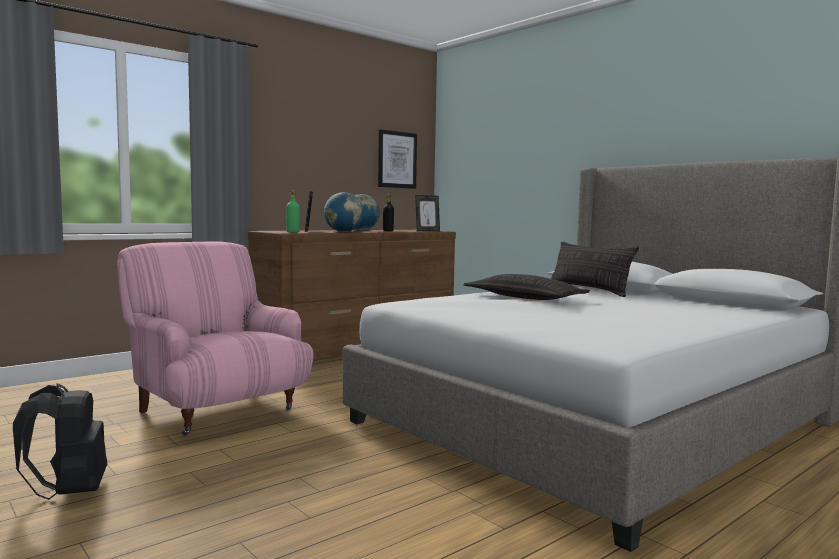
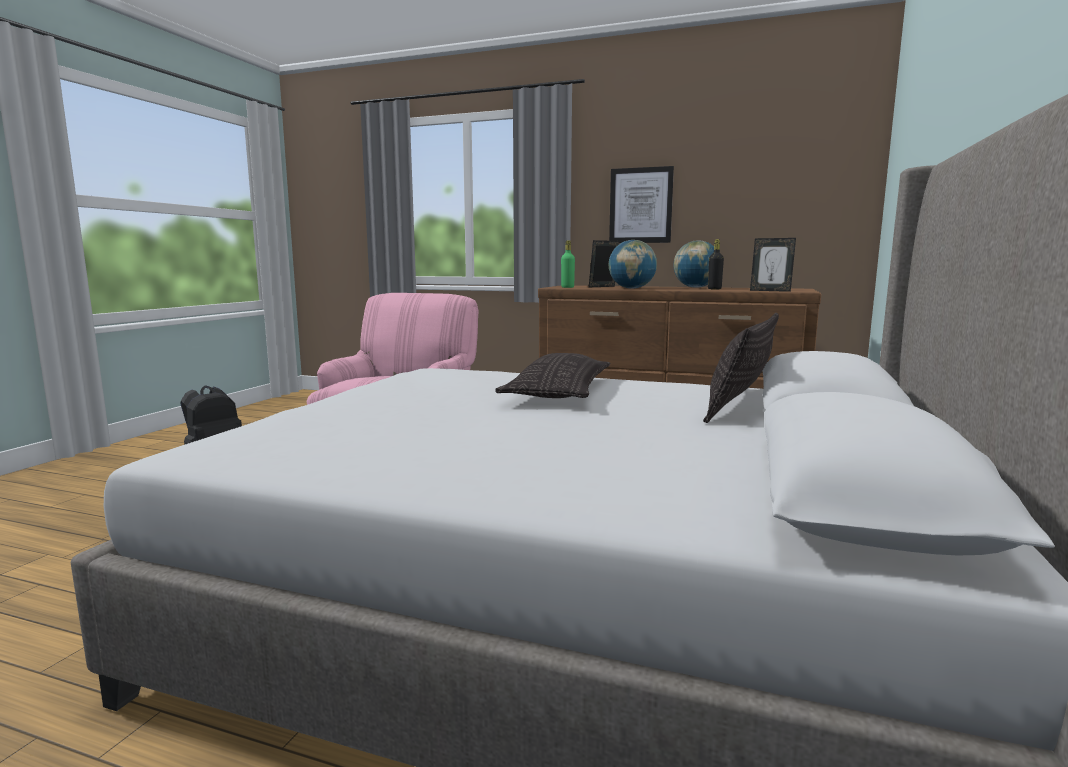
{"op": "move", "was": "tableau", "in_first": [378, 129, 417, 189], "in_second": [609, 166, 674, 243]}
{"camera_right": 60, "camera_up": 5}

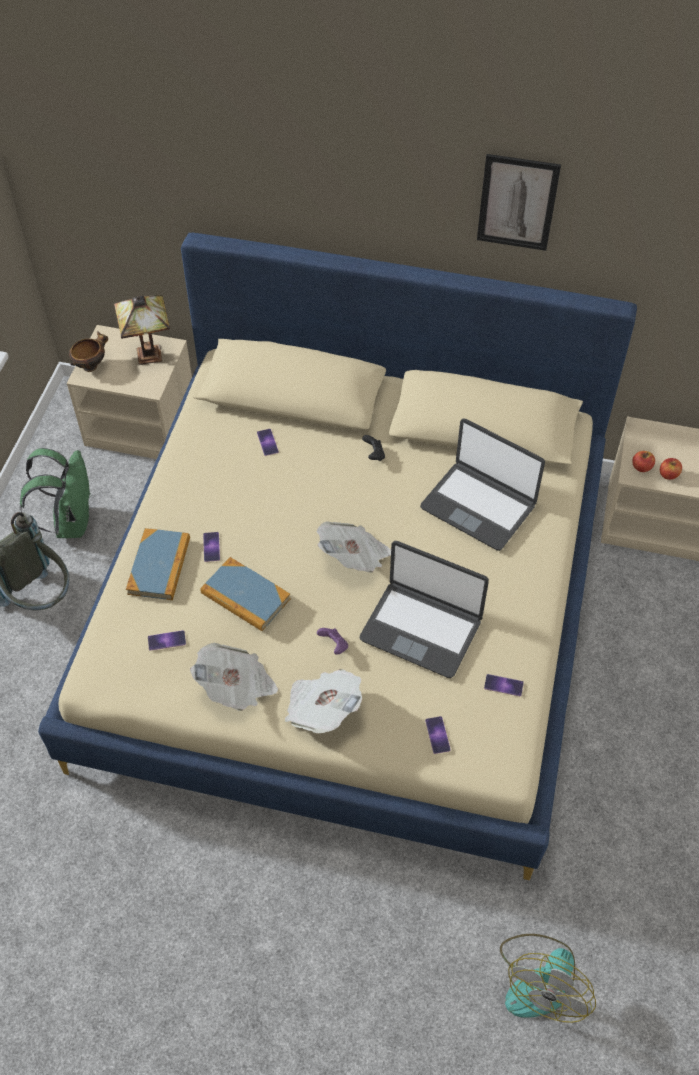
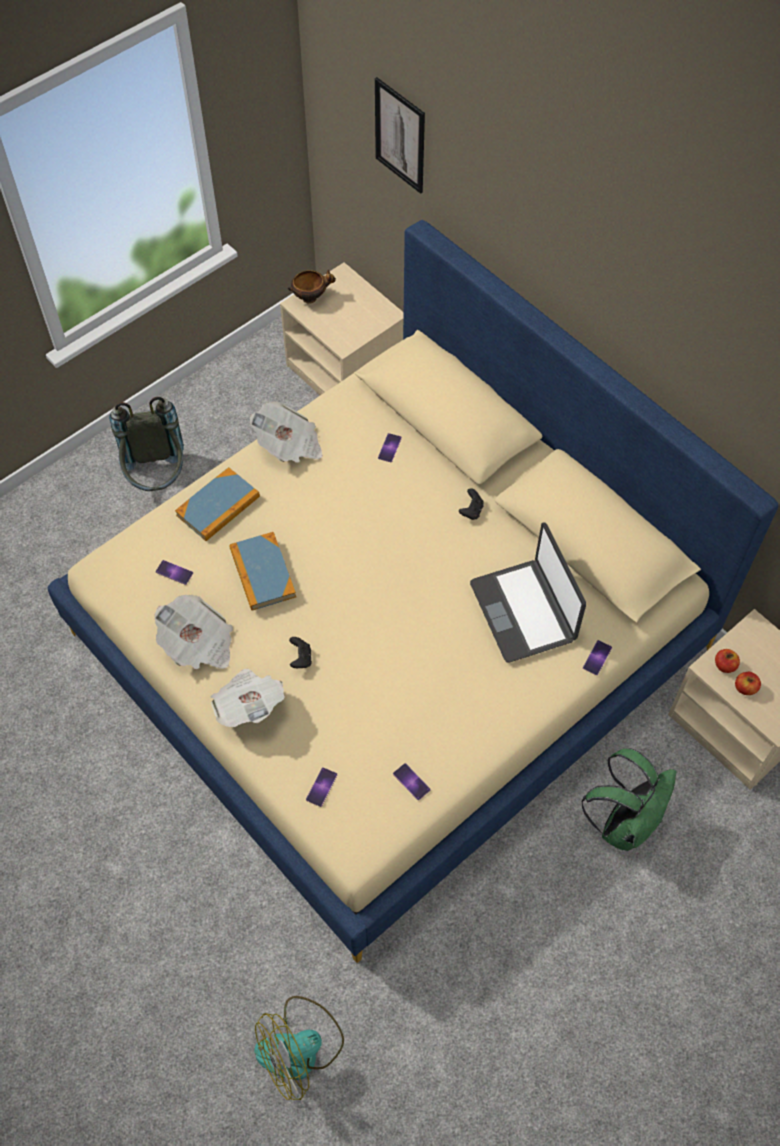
{"op": "move", "was": "sac à dos/vert", "in_first": [20, 448, 91, 538], "in_second": [581, 748, 676, 851]}
{"op": "delete", "was": "lampe de table", "in_first": [114, 295, 170, 365]}
{"op": "move", "was": "téléphone", "in_first": [203, 532, 220, 562], "in_second": [583, 640, 612, 675]}
{"op": "move", "was": "journal", "in_first": [317, 521, 391, 573], "in_second": [250, 402, 323, 463]}
{"op": "recolor", "was": "manette/violet", "now": "manette/noir", "in_first": [317, 628, 348, 655], "in_second": [289, 637, 312, 668]}
{"op": "delete", "was": "ordinateur portable", "in_first": [360, 541, 489, 678]}
{"op": "move", "was": "tableau", "in_first": [477, 154, 561, 251], "in_second": [375, 77, 425, 194]}
{"camera_right": 35, "camera_up": 5}

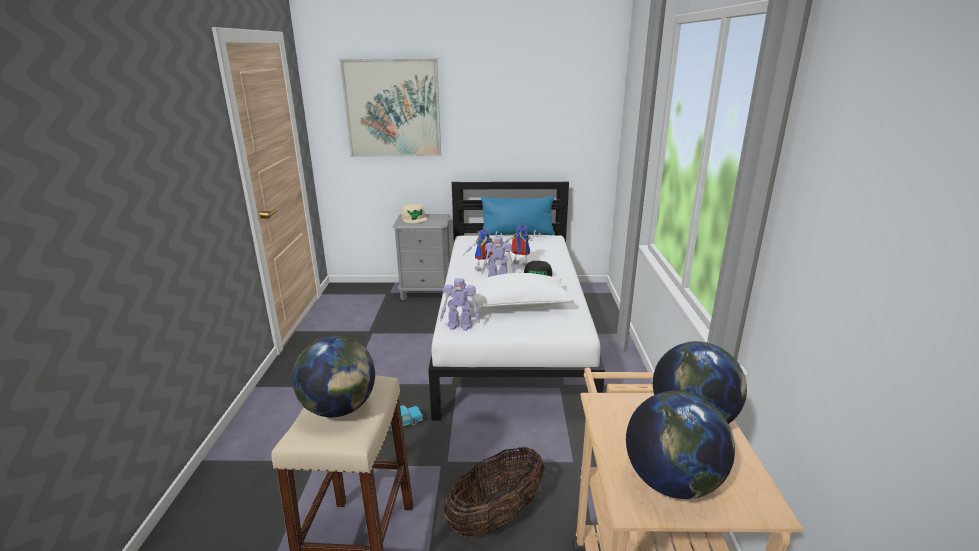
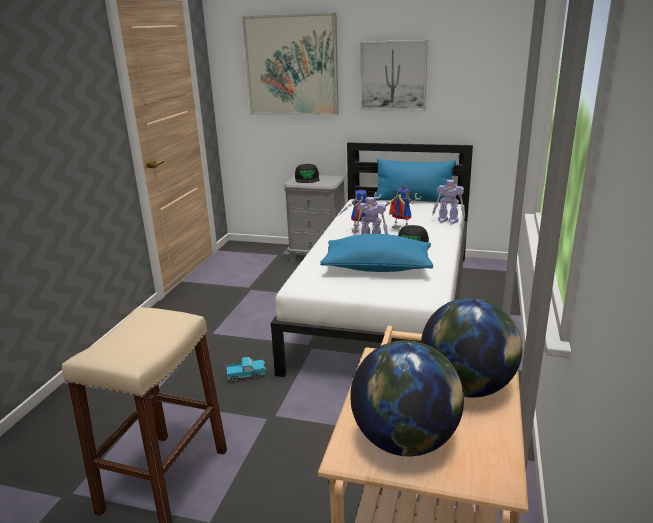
{"op": "delete", "was": "globe", "in_first": [292, 336, 375, 417]}
{"op": "recolor", "was": "casquette/beige", "now": "casquette/noir", "in_first": [401, 204, 427, 223], "in_second": [295, 164, 320, 183]}
{"op": "move", "was": "robot jouet", "in_first": [440, 278, 480, 331], "in_second": [432, 180, 465, 224]}
{"op": "delete", "was": "panier", "in_first": [444, 447, 545, 537]}
{"op": "recolor", "was": "coussin/blanc", "now": "coussin/bleu", "in_first": [466, 273, 574, 310], "in_second": [320, 234, 433, 272]}
{"op": "insert", "now": "tableau", "in_second": [360, 40, 428, 111]}
{"camera_right": 15, "camera_up": 0}

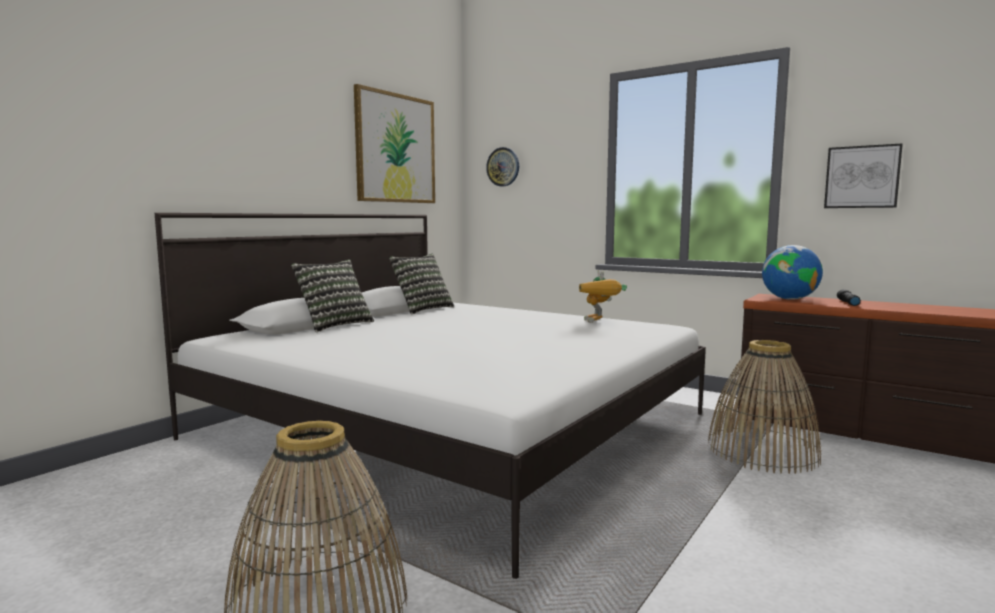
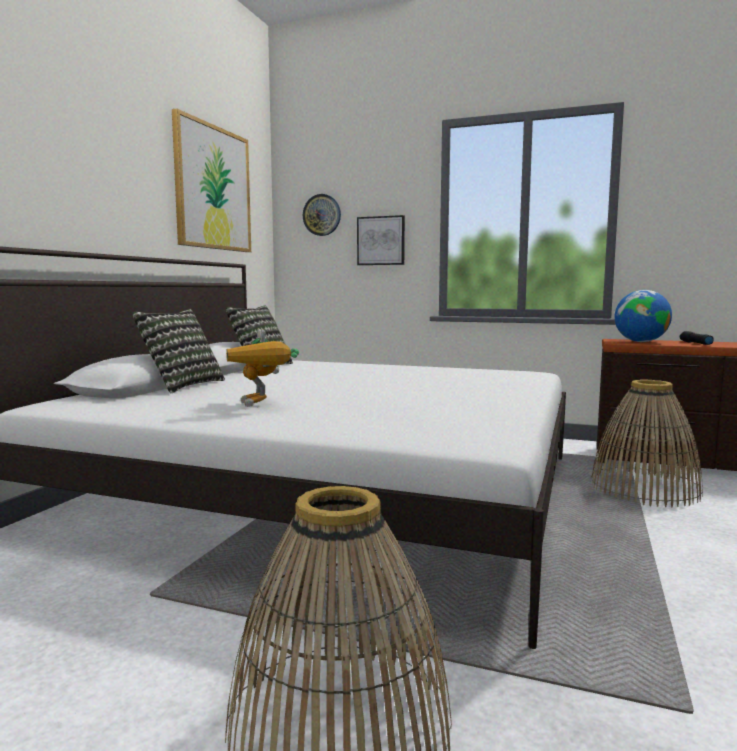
{"op": "move", "was": "robot jouet", "in_first": [579, 270, 627, 323], "in_second": [226, 329, 299, 407]}
{"op": "move", "was": "tableau", "in_first": [824, 143, 903, 208], "in_second": [357, 215, 405, 265]}
{"camera_right": -15, "camera_up": 0}

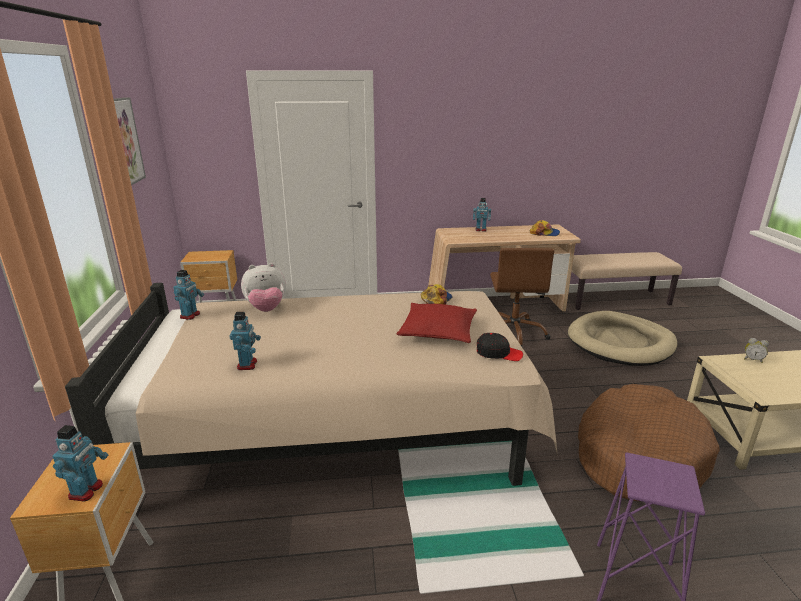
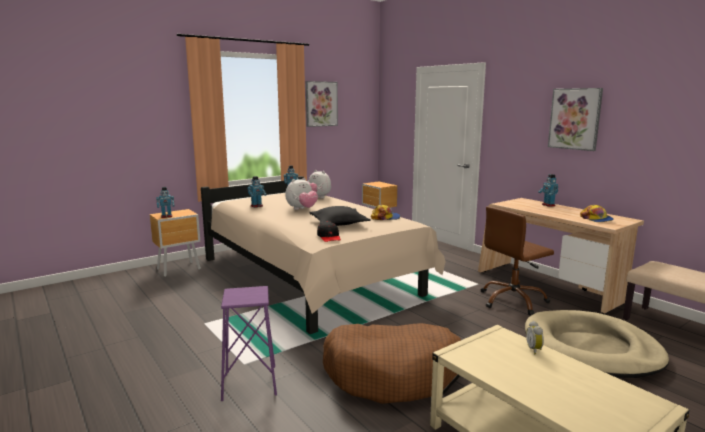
{"op": "recolor", "was": "coussin/rouge", "now": "coussin/noir", "in_first": [396, 303, 477, 343], "in_second": [309, 206, 371, 226]}
{"op": "insert", "now": "peluche", "in_second": [285, 178, 318, 210]}
{"op": "insert", "now": "tableau", "in_second": [548, 88, 603, 151]}
{"camera_right": 60, "camera_up": -10}

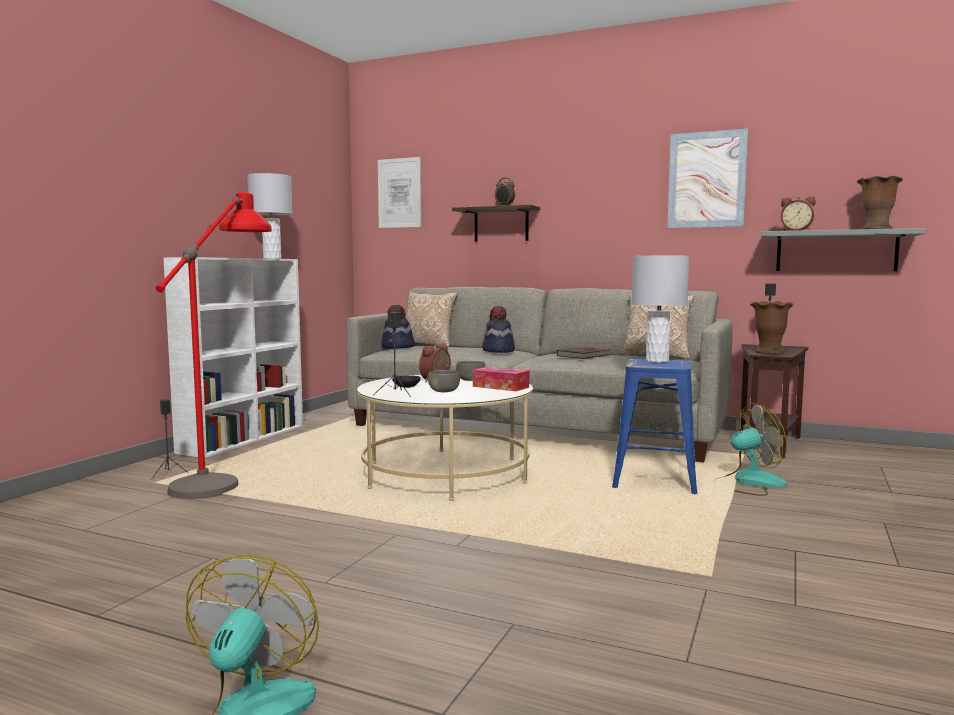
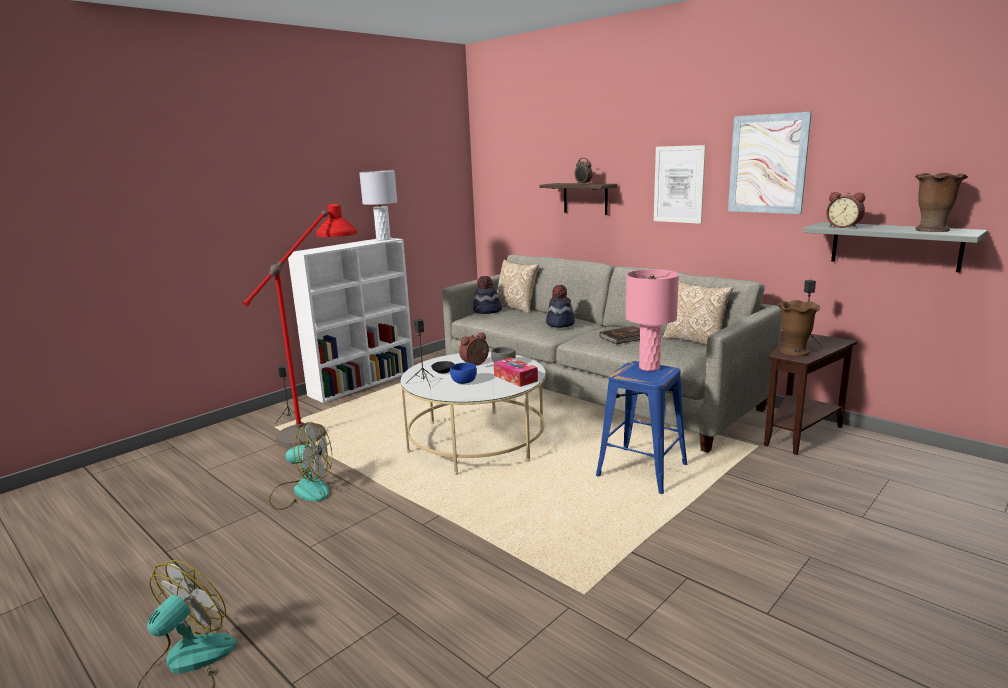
{"op": "move", "was": "tableau", "in_first": [378, 157, 421, 228], "in_second": [654, 145, 706, 224]}
{"op": "recolor", "was": "bol/gris", "now": "bol/bleu", "in_first": [428, 370, 460, 392], "in_second": [450, 363, 477, 384]}
{"op": "recolor", "was": "lampe de table/gris", "now": "lampe de table/rose", "in_first": [632, 256, 689, 363], "in_second": [626, 269, 679, 371]}
{"op": "move", "was": "ventilateur", "in_first": [715, 403, 787, 496], "in_second": [269, 422, 332, 510]}
{"camera_right": 20, "camera_up": 10}

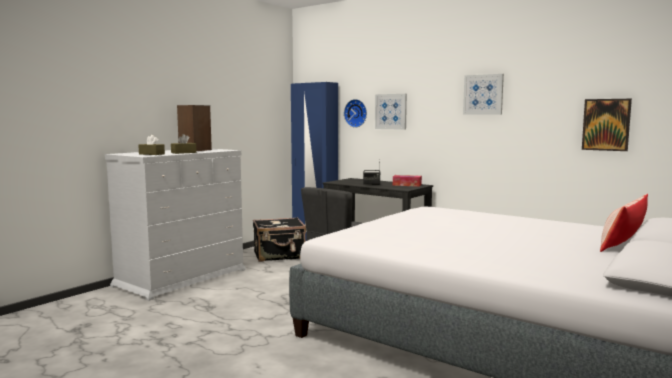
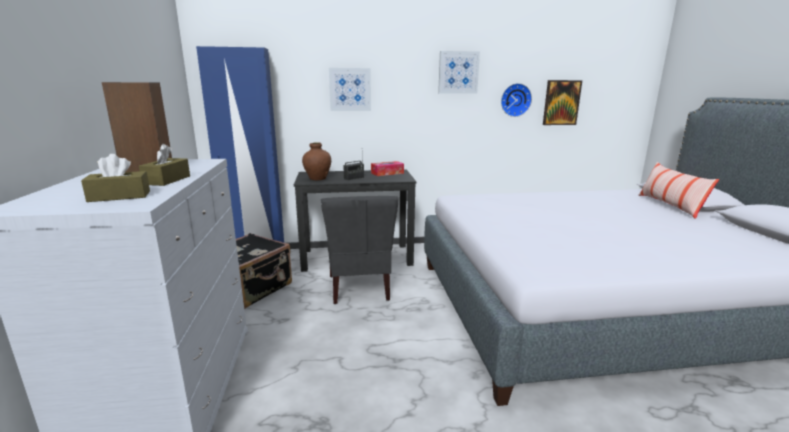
{"op": "move", "was": "horloge murale", "in_first": [344, 99, 367, 128], "in_second": [501, 83, 532, 117]}
{"op": "insert", "now": "vase/marron", "in_second": [302, 142, 331, 180]}
{"camera_right": -45, "camera_up": 10}

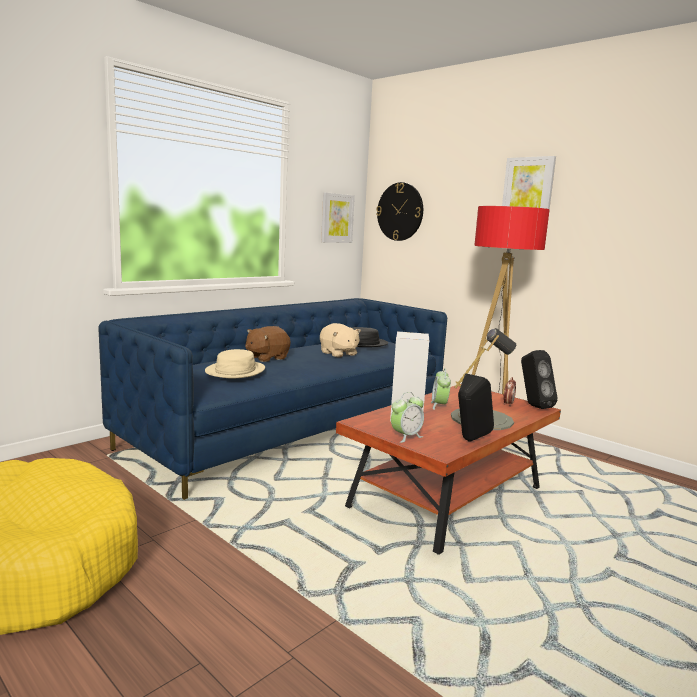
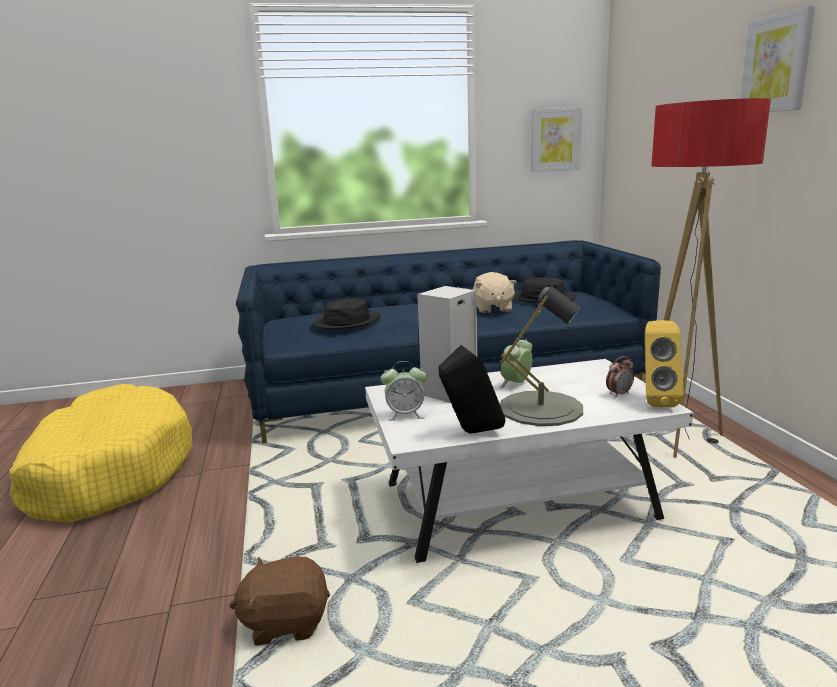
{"op": "recolor", "was": "chapeau/beige", "now": "chapeau/noir", "in_first": [205, 349, 265, 379], "in_second": [312, 298, 381, 329]}
{"op": "move", "was": "peluche/marron", "in_first": [245, 326, 290, 362], "in_second": [229, 557, 330, 646]}
{"op": "recolor", "was": "table basse/marron", "now": "table basse/blanc", "in_first": [336, 384, 561, 555], "in_second": [365, 359, 693, 563]}
{"op": "delete", "was": "horloge murale", "in_first": [376, 182, 423, 241]}
{"op": "recolor", "was": "enceinte/noir", "now": "enceinte/jaune", "in_first": [521, 350, 558, 409], "in_second": [645, 320, 684, 407]}
{"camera_right": 35, "camera_up": 5}

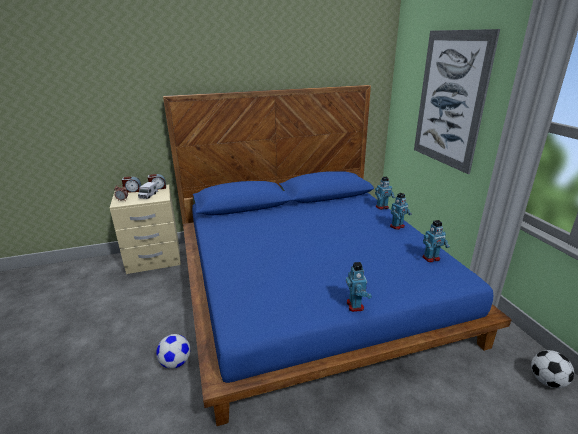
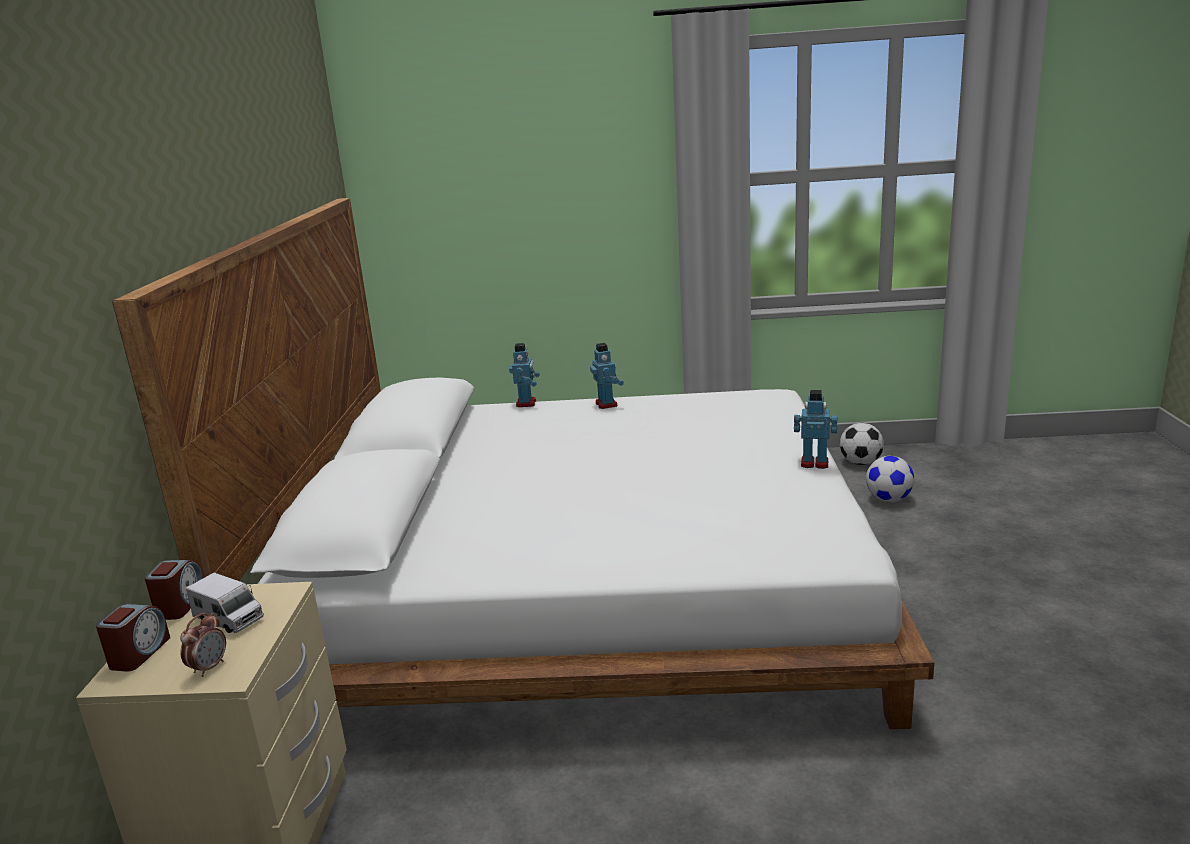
{"op": "move", "was": "ballon de foot", "in_first": [156, 334, 190, 369], "in_second": [866, 456, 914, 502]}
{"op": "recolor", "was": "lit/bleu", "now": "lit/blanc", "in_first": [163, 85, 512, 426], "in_second": [112, 198, 934, 729]}
{"op": "delete", "was": "tableau", "in_first": [414, 29, 500, 174]}
{"op": "delete", "was": "robot jouet", "in_first": [423, 220, 450, 262]}
{"camera_right": -70, "camera_up": -5}

